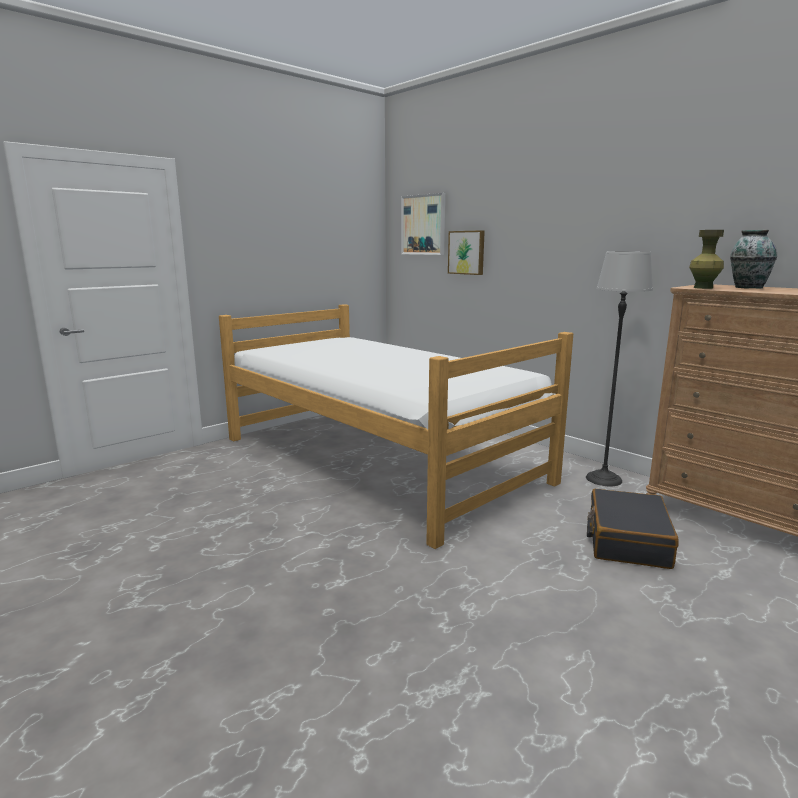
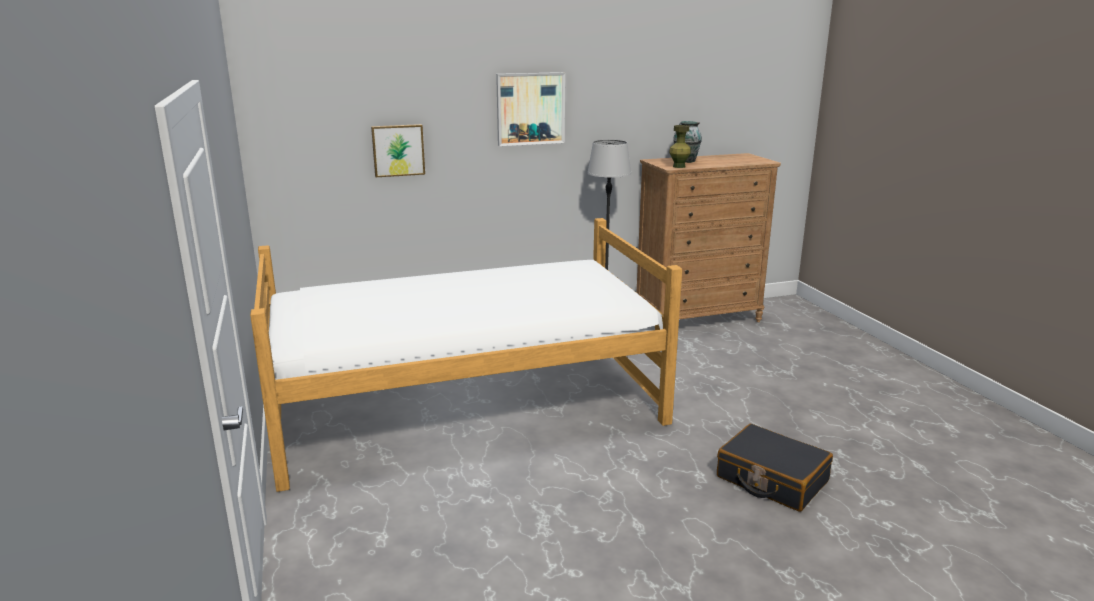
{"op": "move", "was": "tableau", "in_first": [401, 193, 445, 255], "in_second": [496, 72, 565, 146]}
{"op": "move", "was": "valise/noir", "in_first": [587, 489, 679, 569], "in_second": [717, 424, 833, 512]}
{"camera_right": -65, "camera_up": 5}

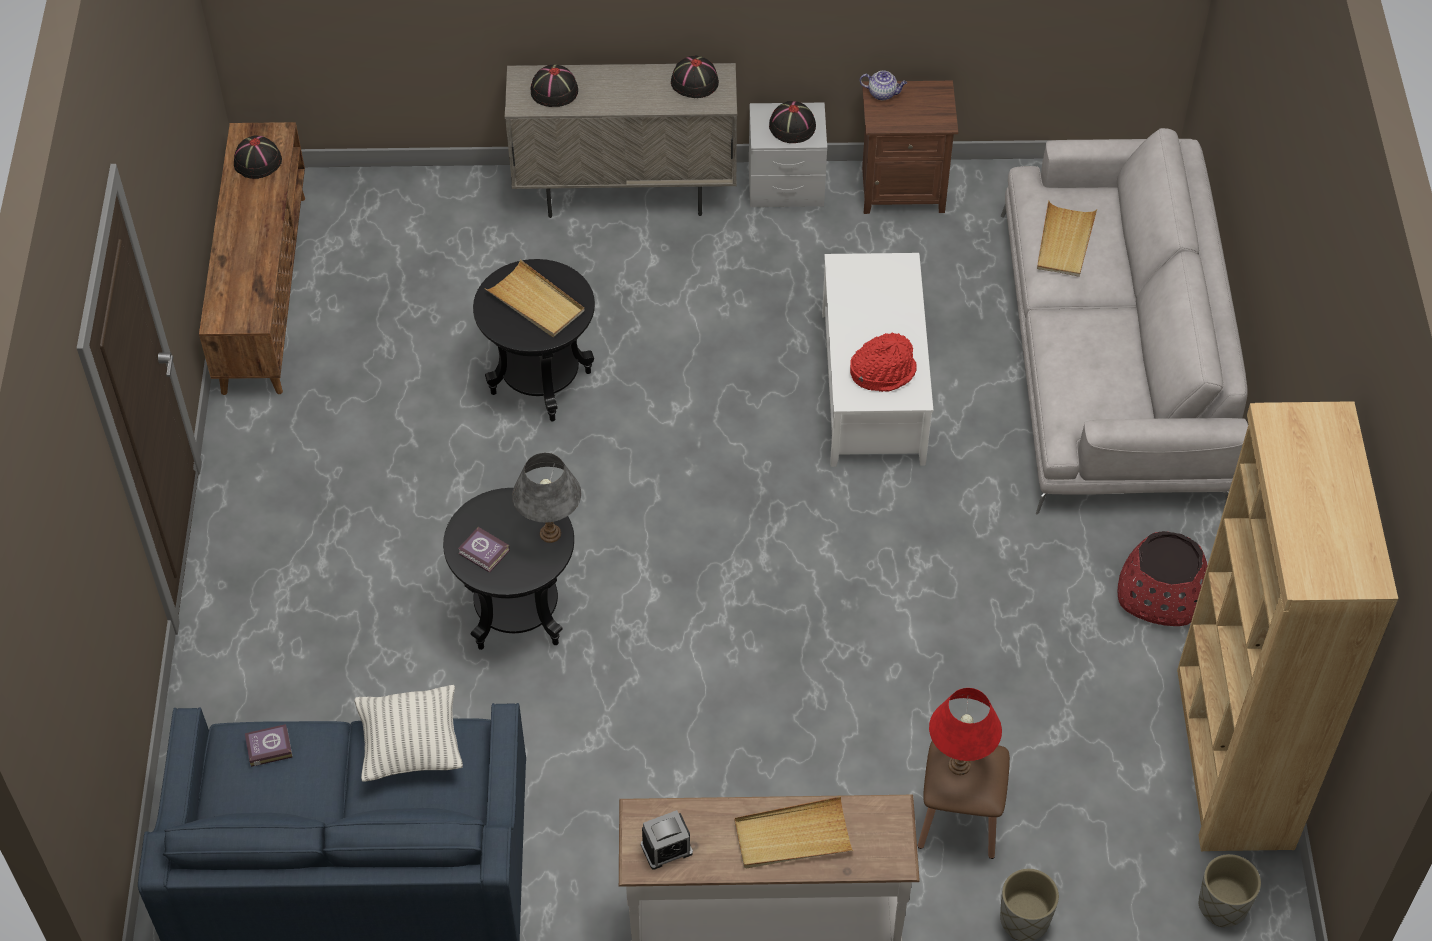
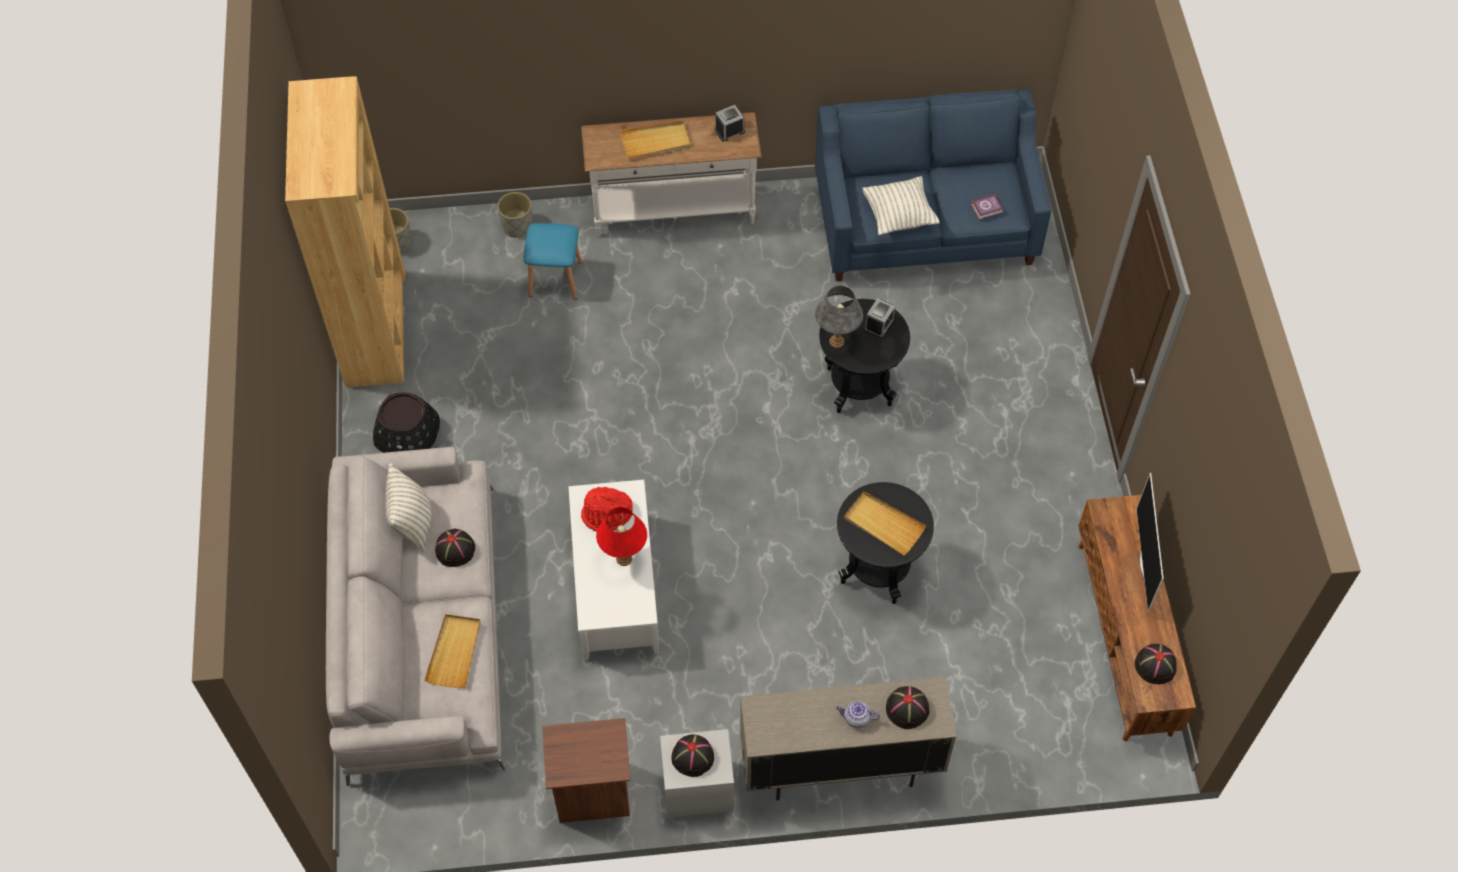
{"op": "replace", "was": "livre", "now": "réveil", "in_first": [458, 527, 510, 573], "in_second": [865, 298, 895, 338]}
{"op": "move", "was": "chapeau/noir", "in_first": [671, 55, 719, 98], "in_second": [435, 529, 475, 567]}
{"op": "move", "was": "théière", "in_first": [860, 70, 907, 100], "in_second": [836, 701, 880, 728]}
{"op": "recolor", "was": "tabouret/marron", "now": "tabouret/bleu", "in_first": [918, 741, 1010, 859], "in_second": [523, 223, 582, 300]}
{"op": "move", "was": "lampe de table/rouge", "in_first": [929, 688, 1002, 775], "in_second": [596, 507, 647, 566]}
{"op": "recolor", "was": "cache-pot/rouge", "now": "cache-pot/noir", "in_first": [1117, 531, 1208, 626], "in_second": [373, 392, 440, 453]}
{"op": "insert", "now": "coussin", "in_second": [386, 463, 432, 552]}
{"op": "insert", "now": "téléviseur", "in_second": [1136, 473, 1164, 612]}
{"camera_right": 175, "camera_up": 5}

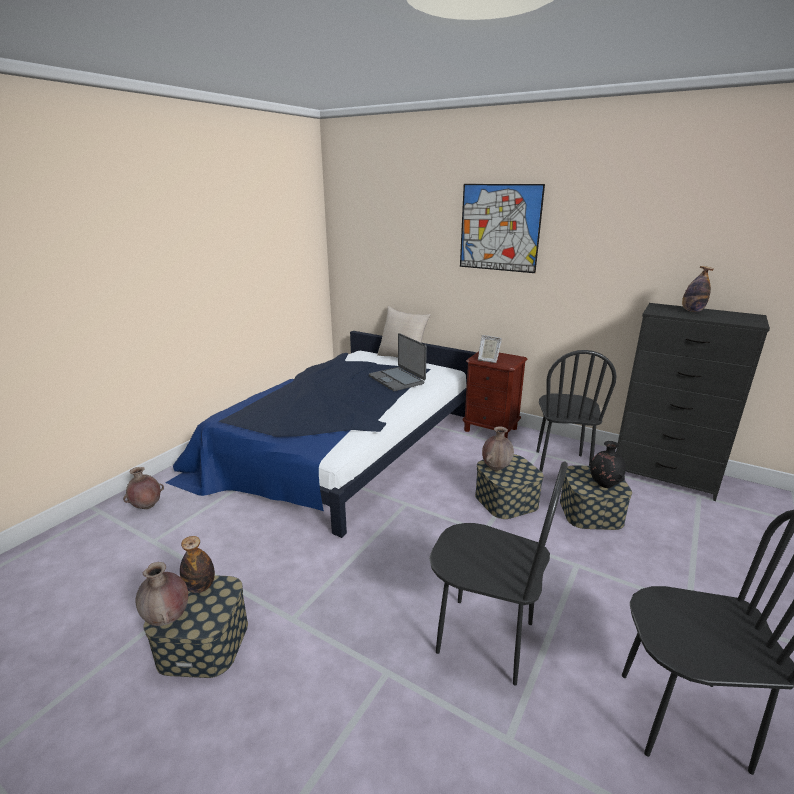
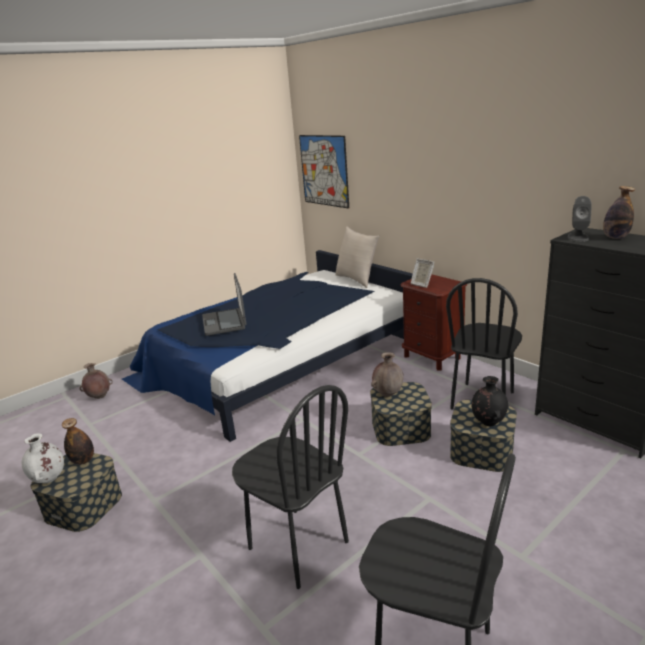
{"op": "recolor", "was": "vase/marron", "now": "vase/blanc", "in_first": [135, 562, 188, 626], "in_second": [22, 433, 64, 483]}
{"op": "move", "was": "ordinateur portable", "in_first": [369, 333, 427, 391], "in_second": [202, 273, 246, 336]}
{"op": "move", "was": "tableau", "in_first": [460, 184, 545, 273], "in_second": [299, 135, 349, 209]}
{"op": "insert", "now": "enceinte/gris", "in_second": [568, 196, 592, 242]}
{"camera_right": 20, "camera_up": 0}

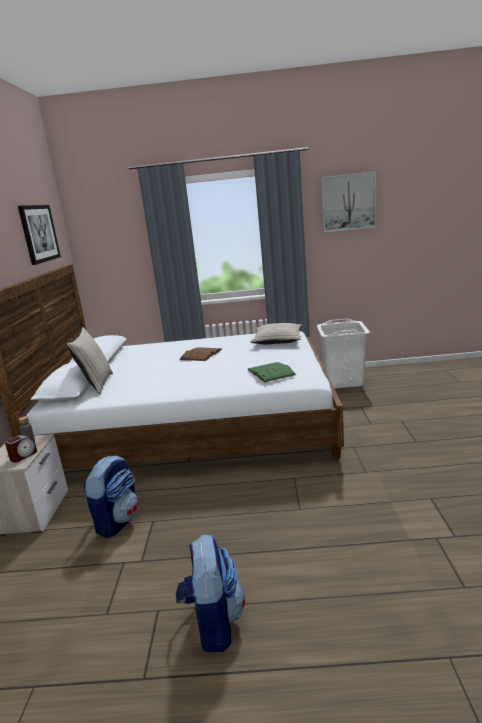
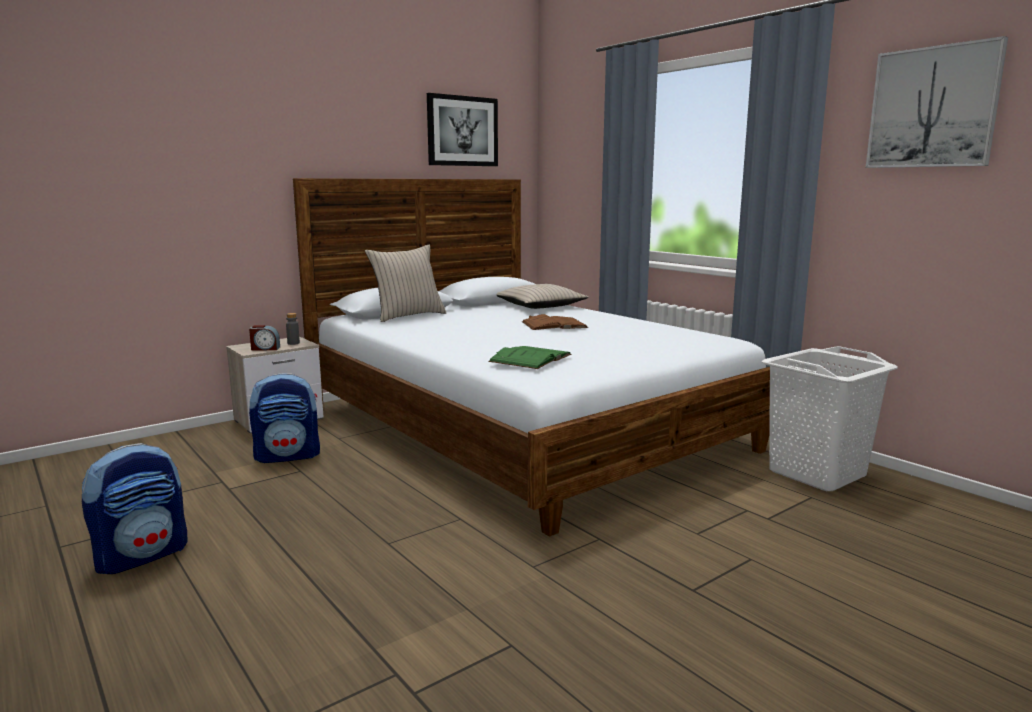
{"op": "move", "was": "coussin/beige", "in_first": [251, 323, 302, 344], "in_second": [497, 284, 589, 309]}
{"camera_right": 50, "camera_up": -5}

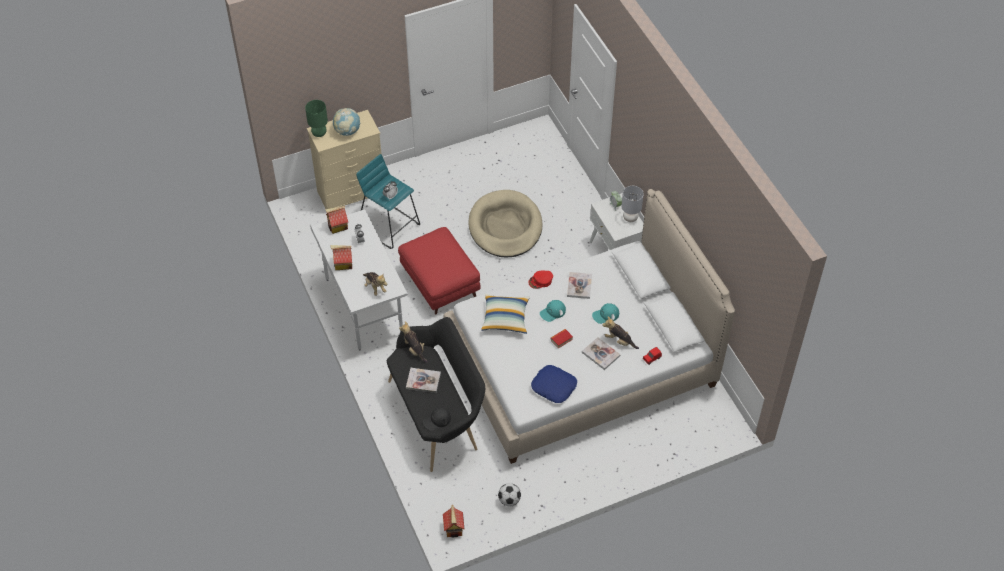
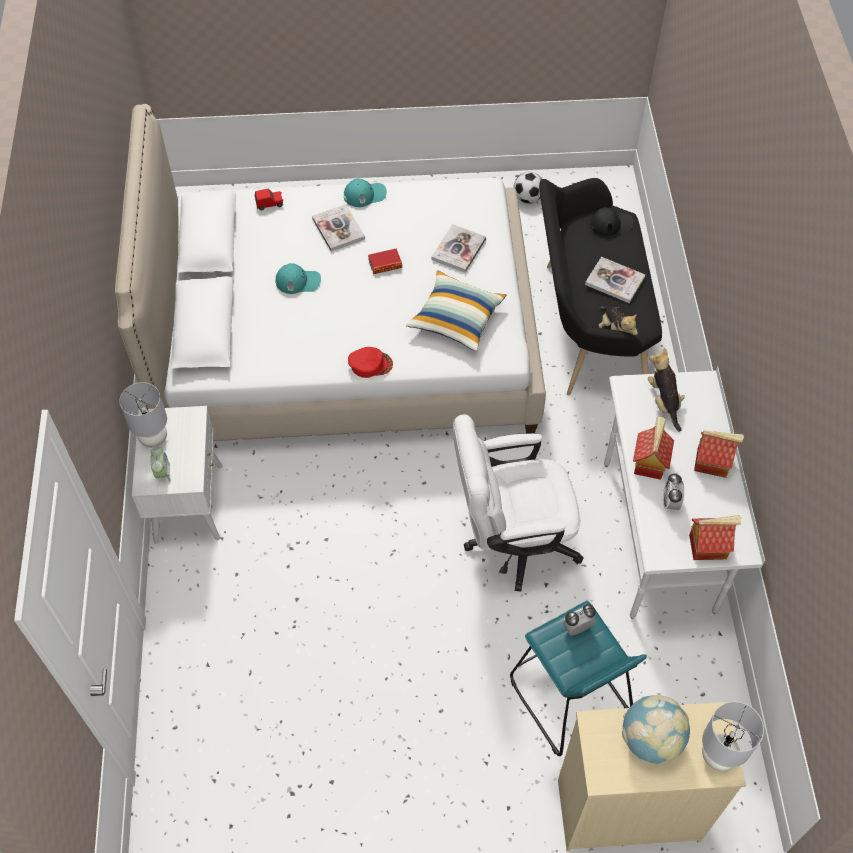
{"op": "recolor", "was": "lampe de table/vert", "now": "lampe de table/gris", "in_first": [305, 100, 328, 137], "in_second": [702, 701, 764, 772]}
{"op": "replace", "was": "pouf/rouge", "now": "chaise de bureau/blanc", "in_first": [398, 227, 481, 315], "in_second": [453, 414, 584, 592]}
{"op": "move", "was": "maison miniature", "in_first": [443, 505, 464, 538], "in_second": [633, 417, 674, 480]}
{"op": "delete", "was": "panier pour chien/beige", "in_first": [468, 190, 543, 258]}
{"op": "delete", "was": "coussin/bleu", "in_first": [531, 365, 577, 403]}
{"op": "move", "was": "casquette/turquoise", "in_first": [540, 300, 566, 322], "in_second": [344, 178, 387, 207]}
{"op": "move", "was": "livre", "in_first": [567, 272, 592, 299], "in_second": [431, 224, 486, 273]}
{"op": "delete", "was": "peluche", "in_first": [602, 316, 639, 349]}
{"camera_right": -160, "camera_up": 5}

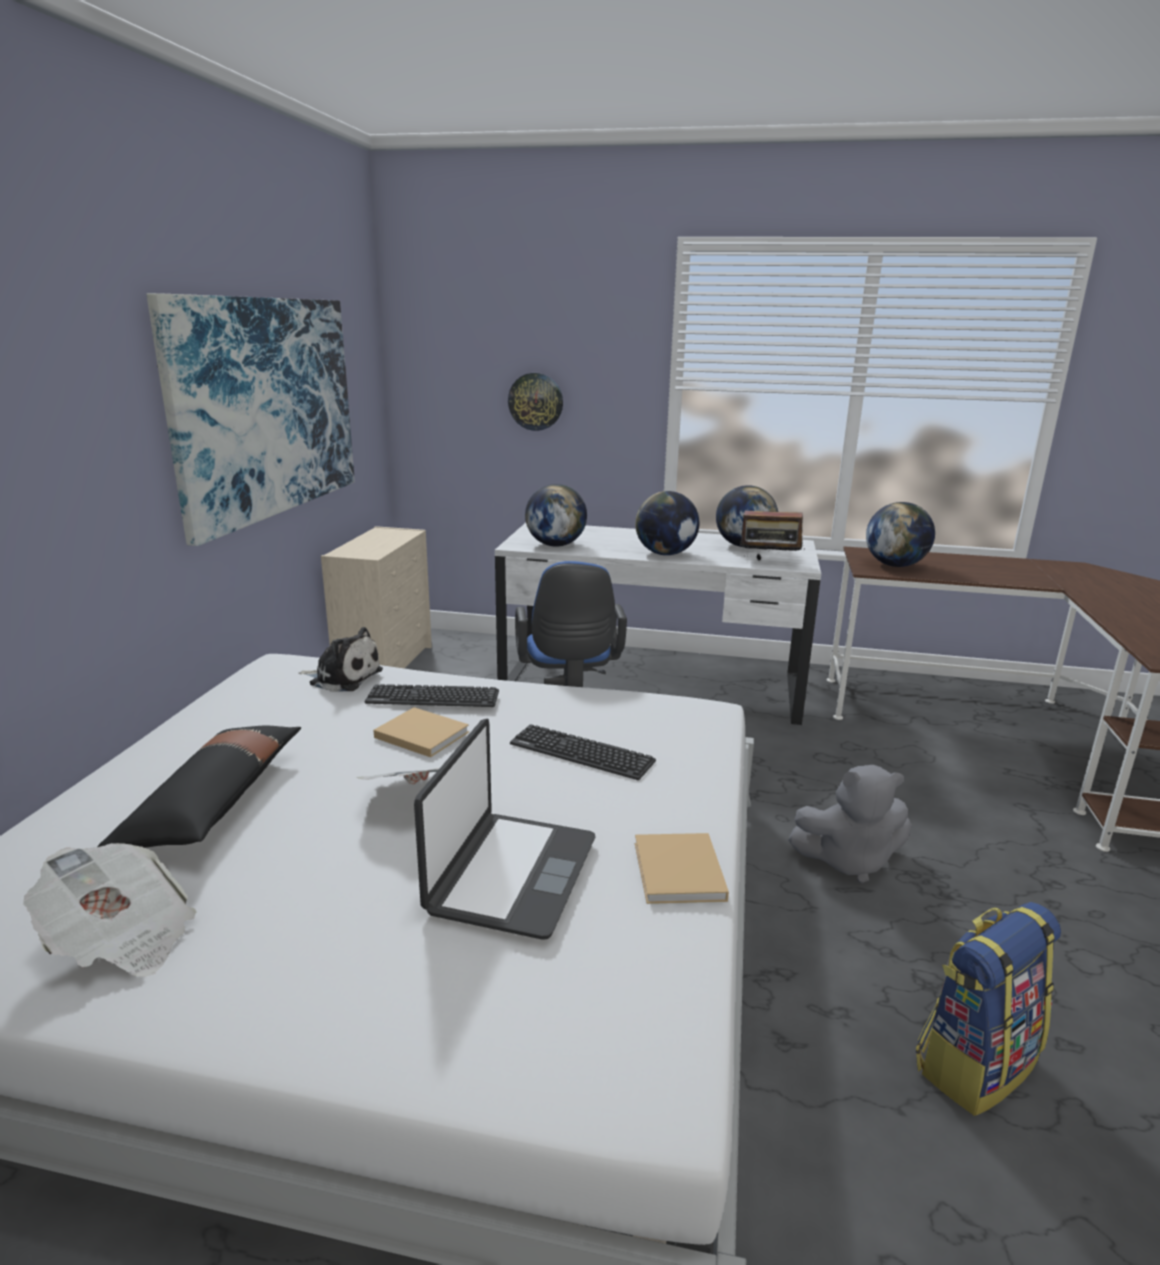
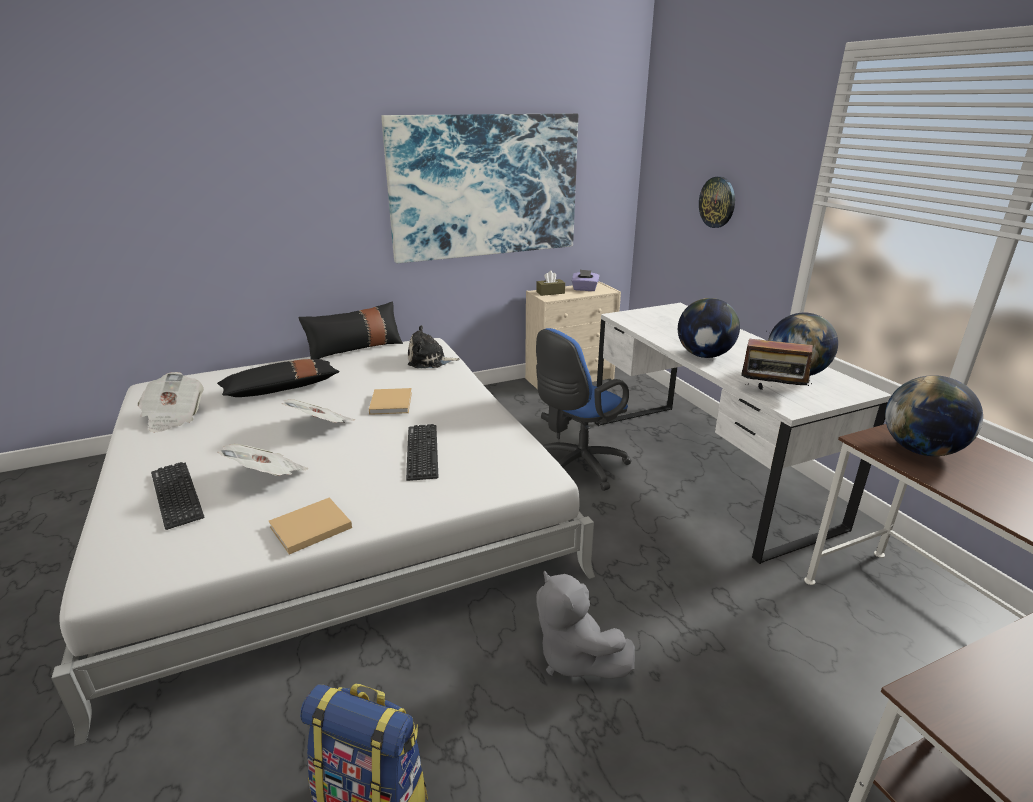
{"op": "rotate", "was": "peluche", "in_first": [299, 627, 383, 692], "in_second": [408, 325, 459, 368], "clockwise": 105}
{"op": "move", "was": "clavier", "in_first": [365, 684, 499, 707], "in_second": [151, 462, 204, 530]}
{"op": "replace", "was": "ordinateur portable", "now": "journal", "in_first": [414, 719, 595, 940], "in_second": [217, 444, 308, 476]}
{"op": "delete", "was": "globe", "in_first": [525, 484, 587, 547]}
{"op": "rotate", "was": "radio", "in_first": [740, 511, 805, 560], "in_second": [741, 331, 813, 390], "clockwise": -45}
{"op": "insert", "now": "coussin/noir", "in_second": [298, 301, 403, 359]}
{"op": "insert", "now": "boîte à mouchoirs/marron", "in_second": [536, 271, 565, 296]}
{"op": "insert", "now": "boîte à mouchoirs/violet", "in_second": [572, 270, 599, 291]}
{"camera_right": 55, "camera_up": 5}

